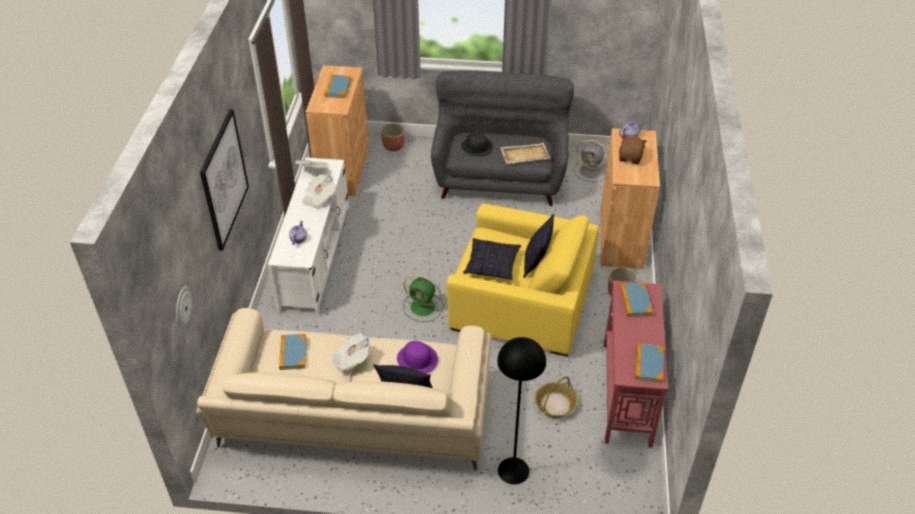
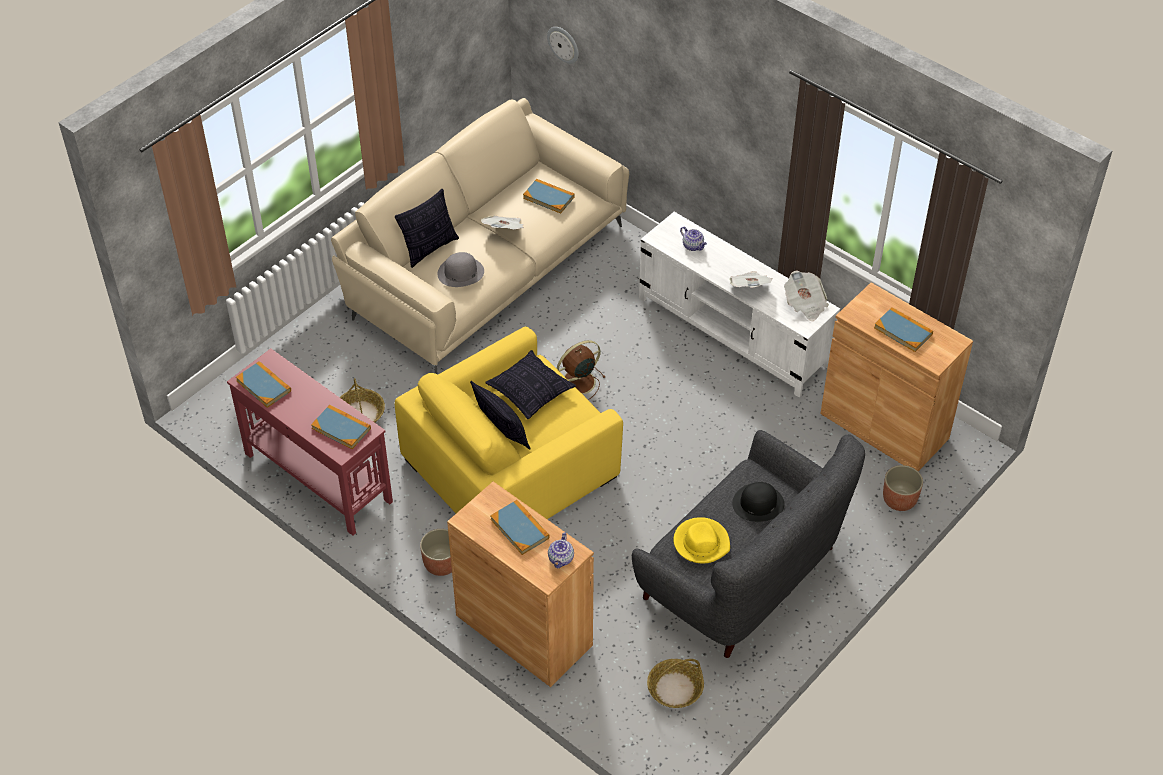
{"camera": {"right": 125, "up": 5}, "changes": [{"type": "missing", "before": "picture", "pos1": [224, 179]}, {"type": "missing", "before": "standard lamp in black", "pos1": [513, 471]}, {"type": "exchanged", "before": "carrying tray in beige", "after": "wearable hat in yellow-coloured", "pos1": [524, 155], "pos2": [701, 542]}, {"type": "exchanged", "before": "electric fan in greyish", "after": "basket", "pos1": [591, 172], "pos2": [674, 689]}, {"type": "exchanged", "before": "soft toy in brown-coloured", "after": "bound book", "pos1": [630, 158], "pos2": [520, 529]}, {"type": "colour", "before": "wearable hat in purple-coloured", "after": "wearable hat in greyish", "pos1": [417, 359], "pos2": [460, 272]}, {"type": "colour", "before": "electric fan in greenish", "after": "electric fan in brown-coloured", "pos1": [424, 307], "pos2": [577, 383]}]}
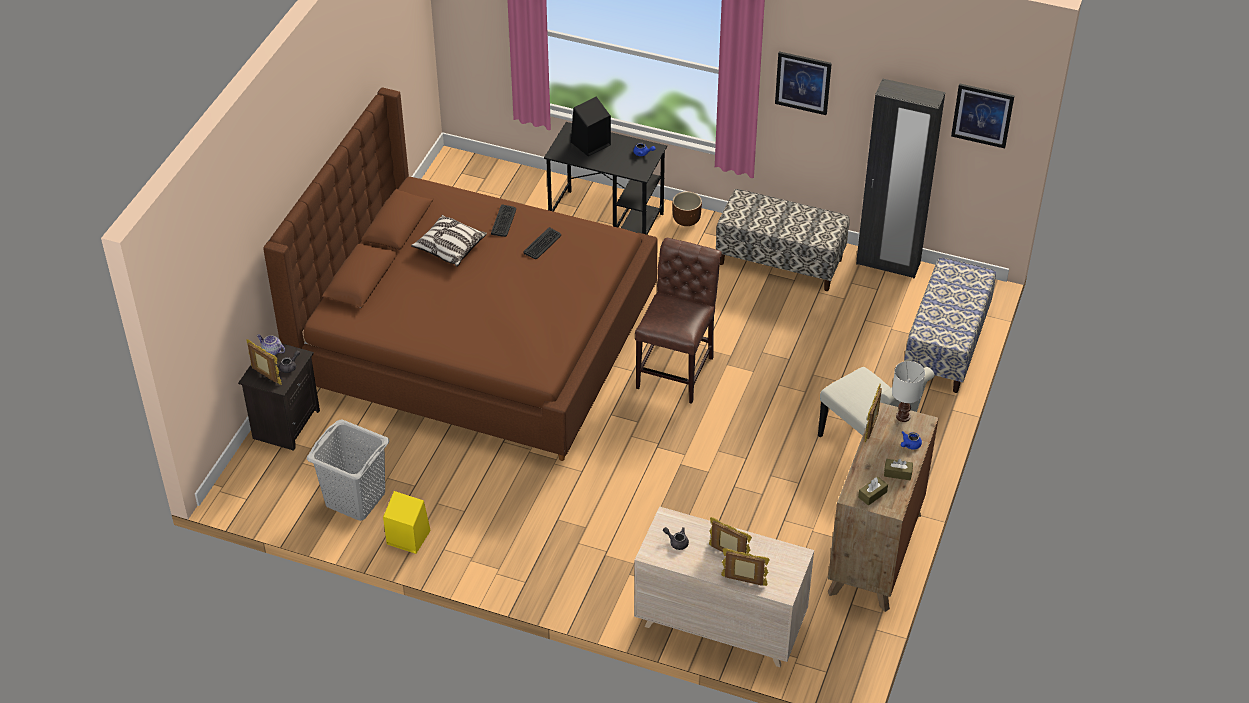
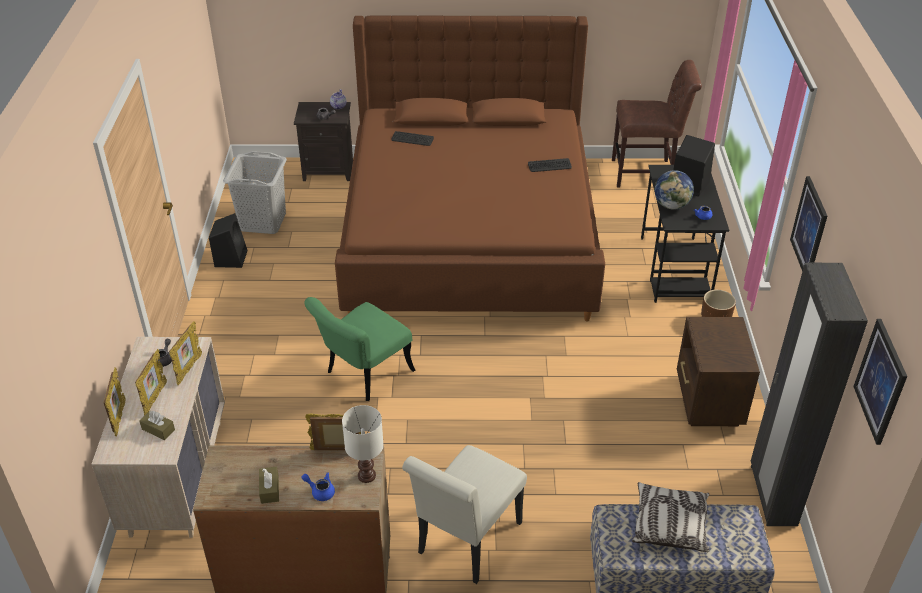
{"camera": {"right": 70, "up": -5}, "changes": [{"type": "appeared", "after": "upright chair in greenish", "pos2": [363, 375]}, {"type": "appeared", "after": "globe", "pos2": [671, 205]}, {"type": "relocated", "before": "picture frame", "pos1": [266, 376], "pos2": [189, 369]}, {"type": "relocated", "before": "pillow", "pos1": [449, 248], "pos2": [669, 525]}, {"type": "relocated", "before": "keyboard", "pos1": [542, 244], "pos2": [412, 139]}, {"type": "relocated", "before": "upright chair in brown-coloured", "pos1": [677, 369], "pos2": [647, 173]}, {"type": "relocated", "before": "tissue box in brown-coloured", "pos1": [872, 494], "pos2": [158, 429]}, {"type": "exchanged", "before": "bench", "after": "bedside table in brown-coloured", "pos1": [780, 261], "pos2": [708, 403]}, {"type": "colour", "before": "loudspeaker in yellow-coloured", "after": "loudspeaker in black", "pos1": [407, 537], "pos2": [231, 258]}]}
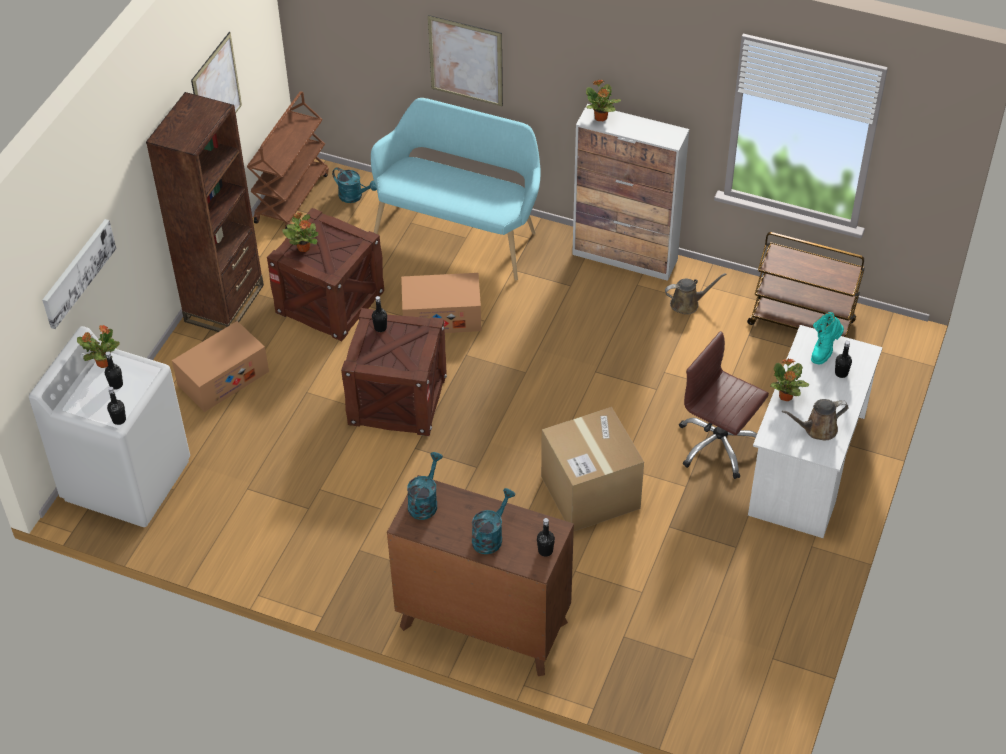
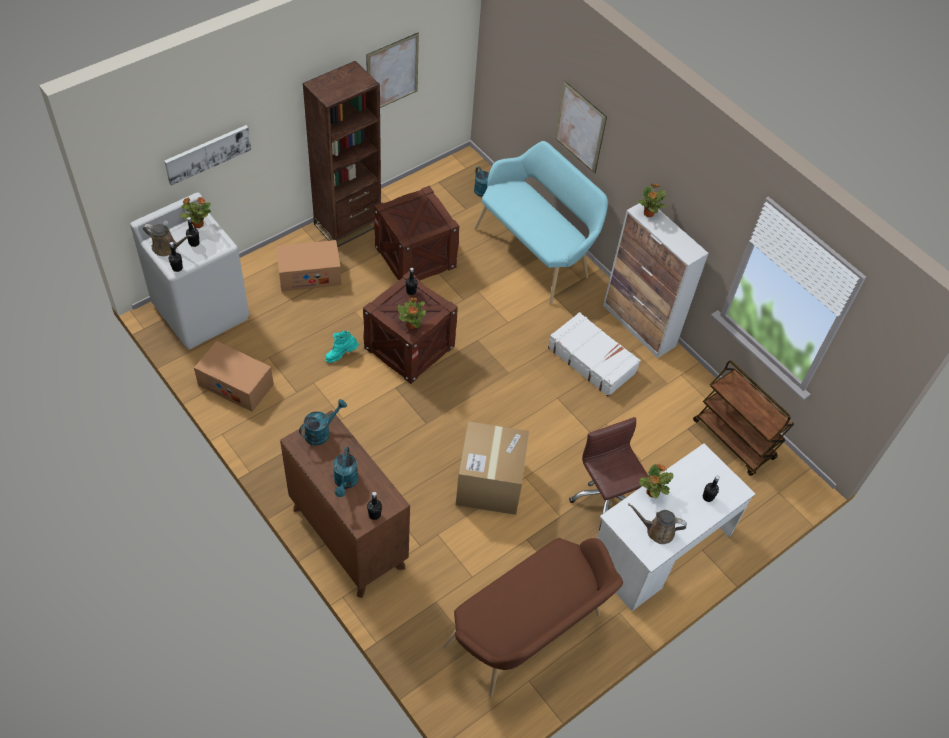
{"camera": {"right": 25, "up": 5}, "changes": [{"type": "missing", "before": "trolley in brown-coloured", "pos1": [291, 197]}, {"type": "appeared", "after": "bench in brown-coloured", "pos2": [529, 635]}, {"type": "appeared", "after": "travel case in whitish", "pos2": [592, 359]}, {"type": "relocated", "before": "plant in a pot", "pos1": [303, 247], "pos2": [411, 324]}, {"type": "relocated", "before": "packing box", "pos1": [442, 316], "pos2": [236, 384]}, {"type": "relocated", "before": "sprinkling can in brown-coloured", "pos1": [687, 303], "pos2": [167, 247]}, {"type": "relocated", "before": "high-top boot in blue-green", "pos1": [824, 349], "pos2": [341, 355]}, {"type": "spun", "before": "sprinkling can in blue-green", "pos1": [490, 536], "pos2": [345, 482], "turn": 120}]}
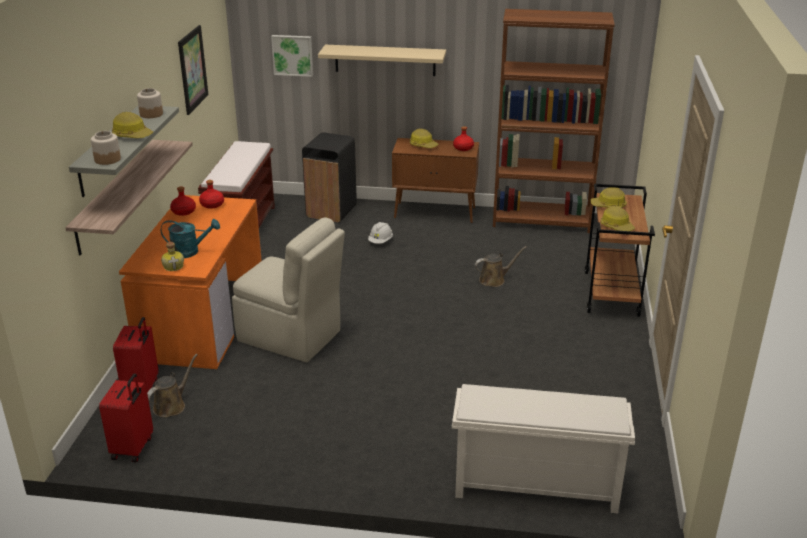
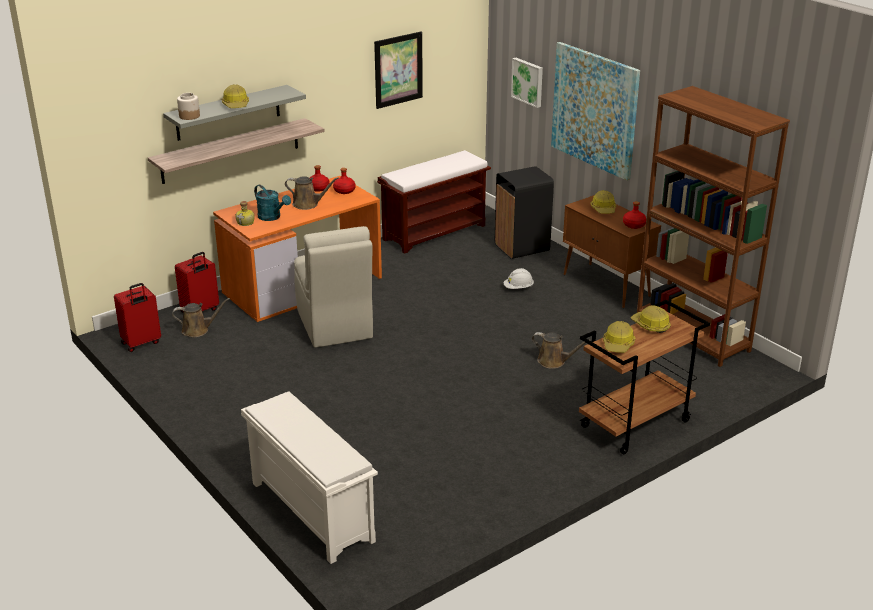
{"camera": {"right": 45, "up": 0}, "changes": [{"type": "missing", "before": "jar", "pos1": [151, 114]}, {"type": "appeared", "after": "sprinkling can in brown-coloured", "pos2": [308, 204]}, {"type": "exchanged", "before": "wall shelf in beige", "after": "picture", "pos1": [385, 60], "pos2": [594, 110]}]}
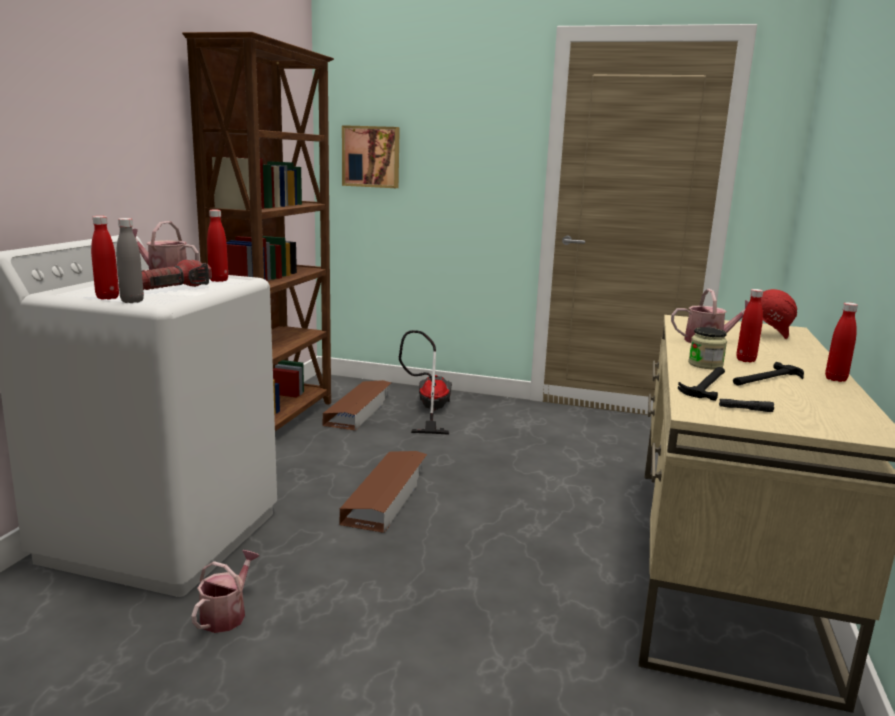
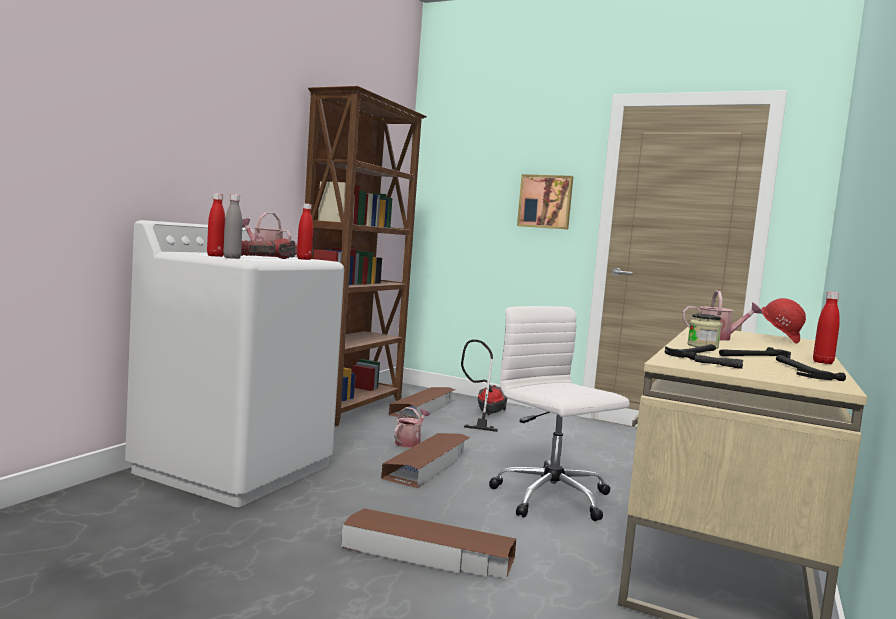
{"camera": {"right": 10, "up": -10}, "changes": [{"type": "missing", "before": "bottle in reddish", "pos1": [745, 360]}, {"type": "appeared", "after": "storage box in brown-coloured", "pos2": [428, 554]}, {"type": "appeared", "after": "office chair in whitish", "pos2": [553, 499]}, {"type": "appeared", "after": "hammer", "pos2": [800, 370]}, {"type": "relocated", "before": "sprinkling can", "pos1": [227, 614], "pos2": [409, 442]}, {"type": "relocated", "before": "picture", "pos1": [371, 156], "pos2": [545, 201]}]}
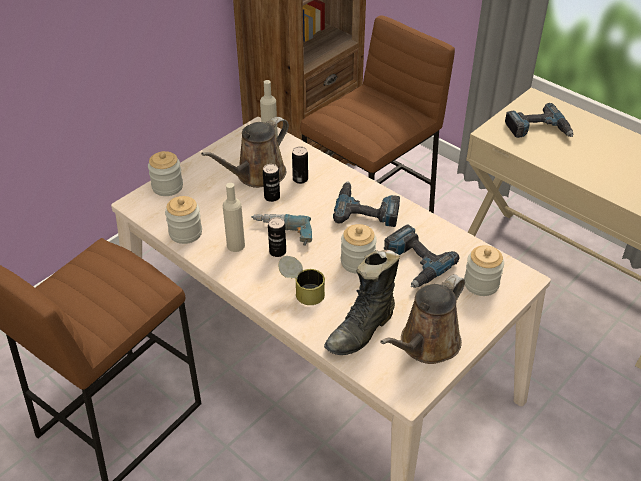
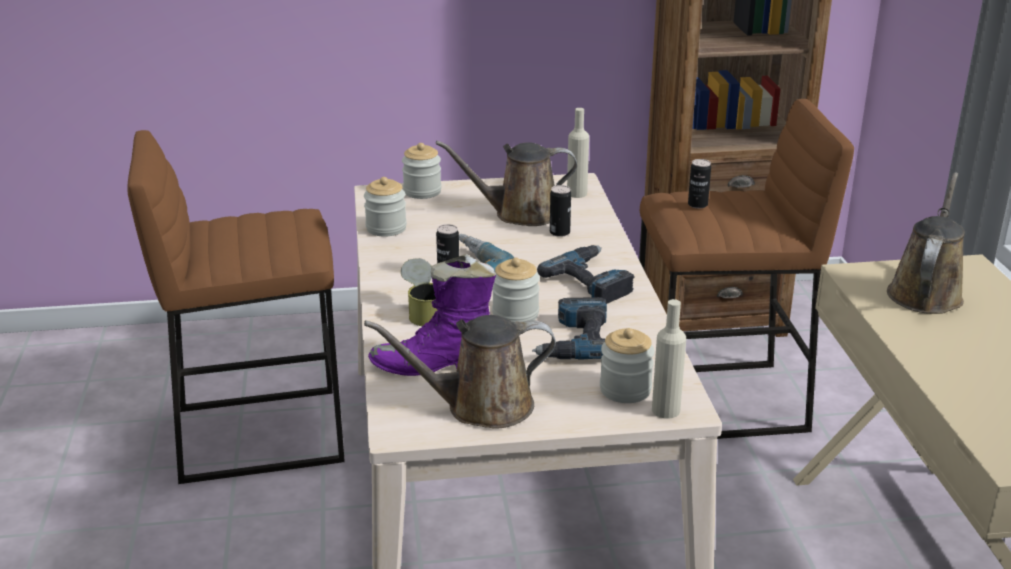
{"camera": {"right": 40, "up": -15}, "changes": [{"type": "relocated", "before": "bottle in beige", "pos1": [236, 245], "pos2": [665, 410]}, {"type": "relocated", "before": "can", "pos1": [272, 197], "pos2": [697, 204]}, {"type": "exchanged", "before": "power drill", "after": "sprinkling can in brown-coloured", "pos1": [538, 129], "pos2": [925, 292]}, {"type": "colour", "before": "high-top boot in black", "after": "high-top boot in purple-coloured", "pos1": [362, 330], "pos2": [434, 365]}]}
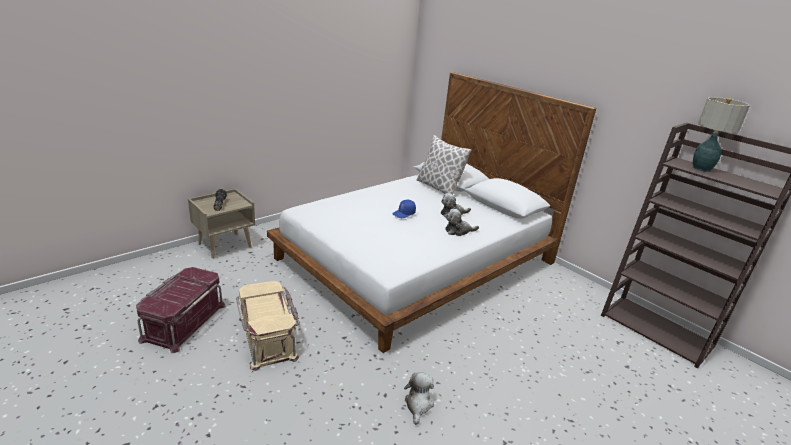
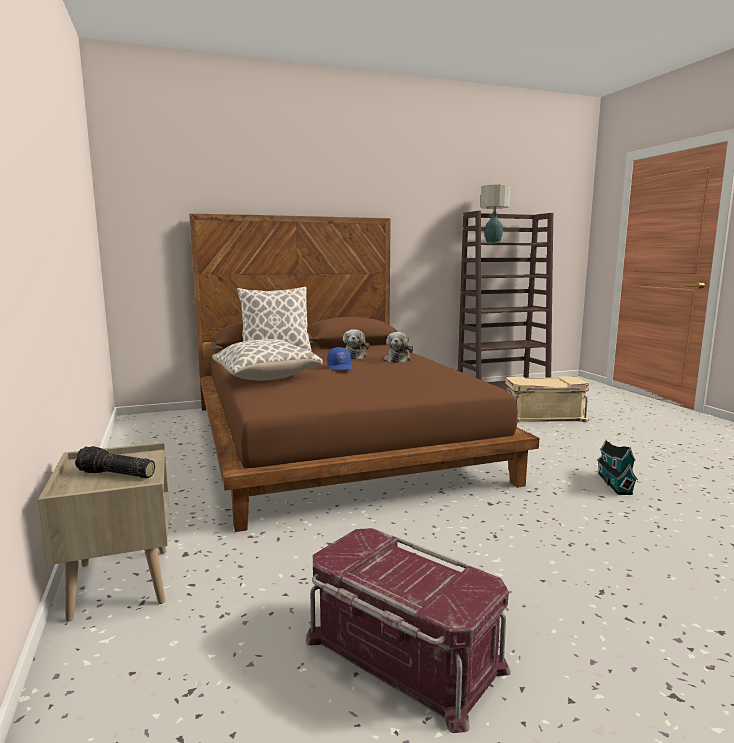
{"camera": {"right": -65, "up": -15}, "changes": [{"type": "appeared", "after": "pillow", "pos2": [266, 378]}, {"type": "relocated", "before": "storage box in beige", "pos1": [268, 337], "pos2": [543, 415]}, {"type": "exchanged", "before": "soft toy", "after": "toy house", "pos1": [418, 404], "pos2": [613, 483]}, {"type": "colour", "before": "bed in whitish", "after": "bed in brown-coloured", "pos1": [417, 260], "pos2": [335, 439]}]}
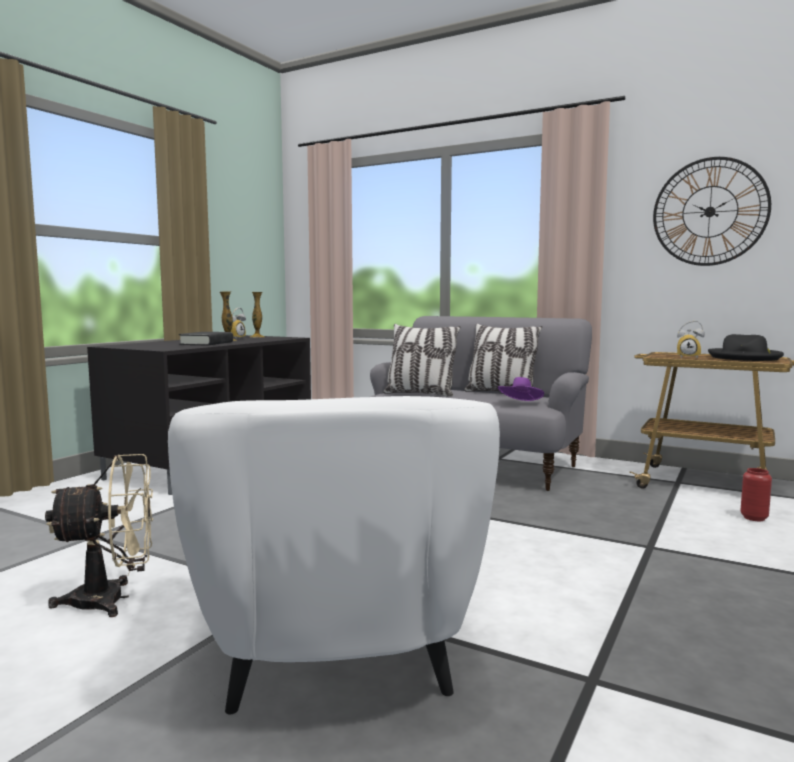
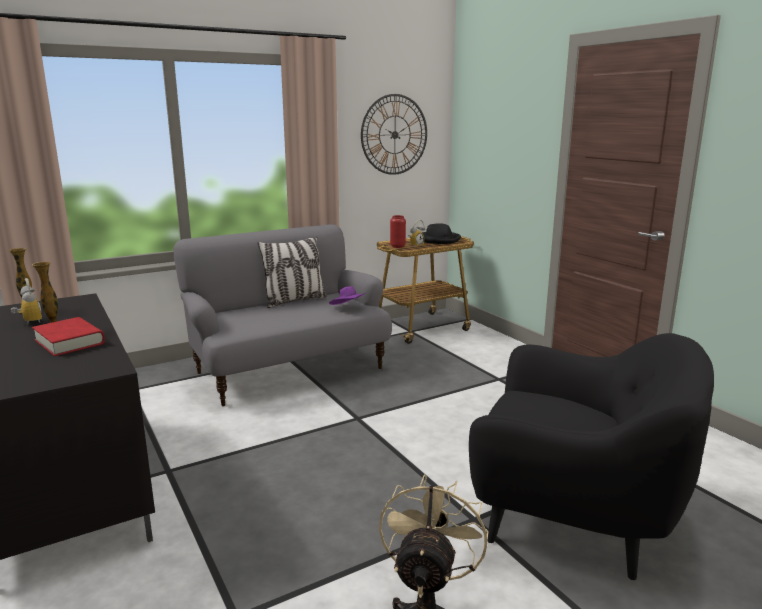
{"camera": {"right": -60, "up": 10}, "changes": [{"type": "missing", "before": "pillow", "pos1": [420, 394]}, {"type": "relocated", "before": "vase in reddish", "pos1": [754, 518], "pos2": [397, 246]}, {"type": "colour", "before": "easy chair in whitish", "after": "easy chair in black", "pos1": [337, 650], "pos2": [573, 519]}, {"type": "colour", "before": "bound book in black", "after": "bound book in reddish", "pos1": [207, 343], "pos2": [69, 342]}]}
